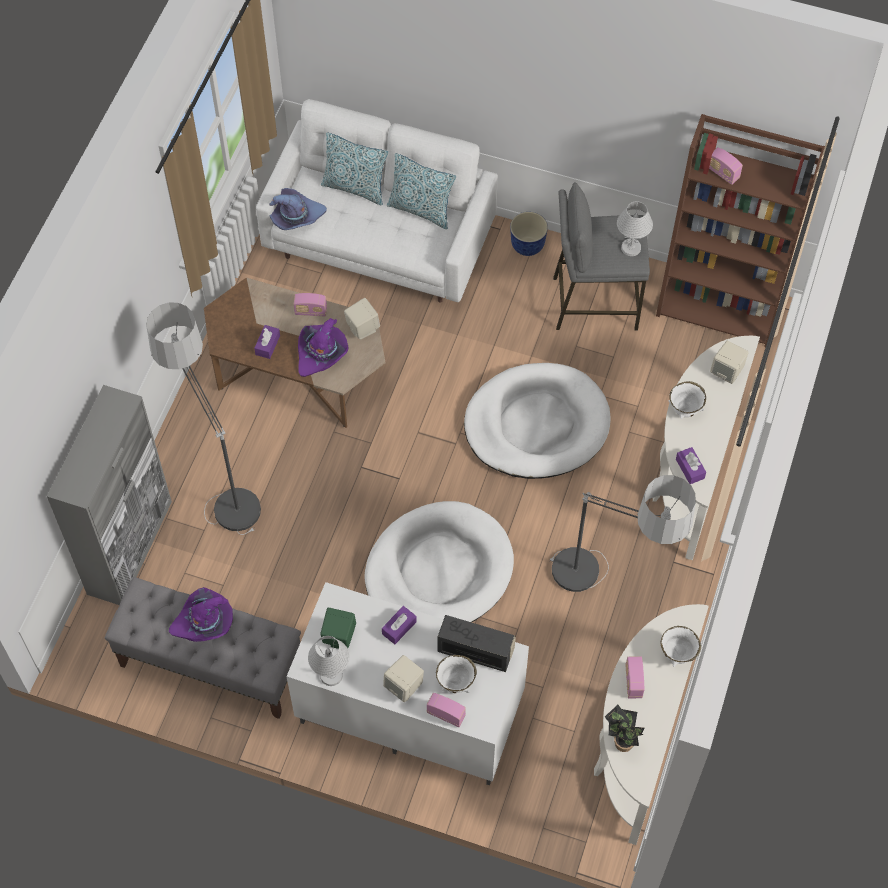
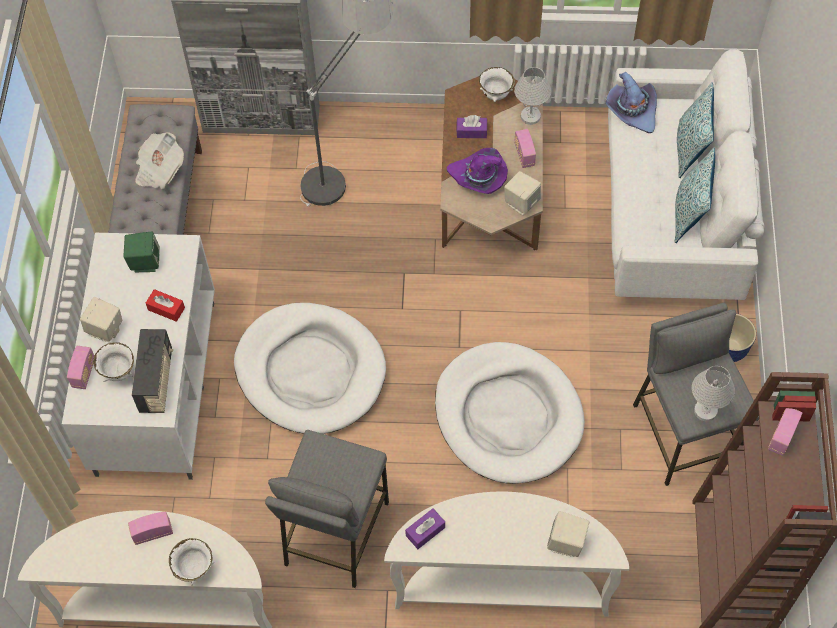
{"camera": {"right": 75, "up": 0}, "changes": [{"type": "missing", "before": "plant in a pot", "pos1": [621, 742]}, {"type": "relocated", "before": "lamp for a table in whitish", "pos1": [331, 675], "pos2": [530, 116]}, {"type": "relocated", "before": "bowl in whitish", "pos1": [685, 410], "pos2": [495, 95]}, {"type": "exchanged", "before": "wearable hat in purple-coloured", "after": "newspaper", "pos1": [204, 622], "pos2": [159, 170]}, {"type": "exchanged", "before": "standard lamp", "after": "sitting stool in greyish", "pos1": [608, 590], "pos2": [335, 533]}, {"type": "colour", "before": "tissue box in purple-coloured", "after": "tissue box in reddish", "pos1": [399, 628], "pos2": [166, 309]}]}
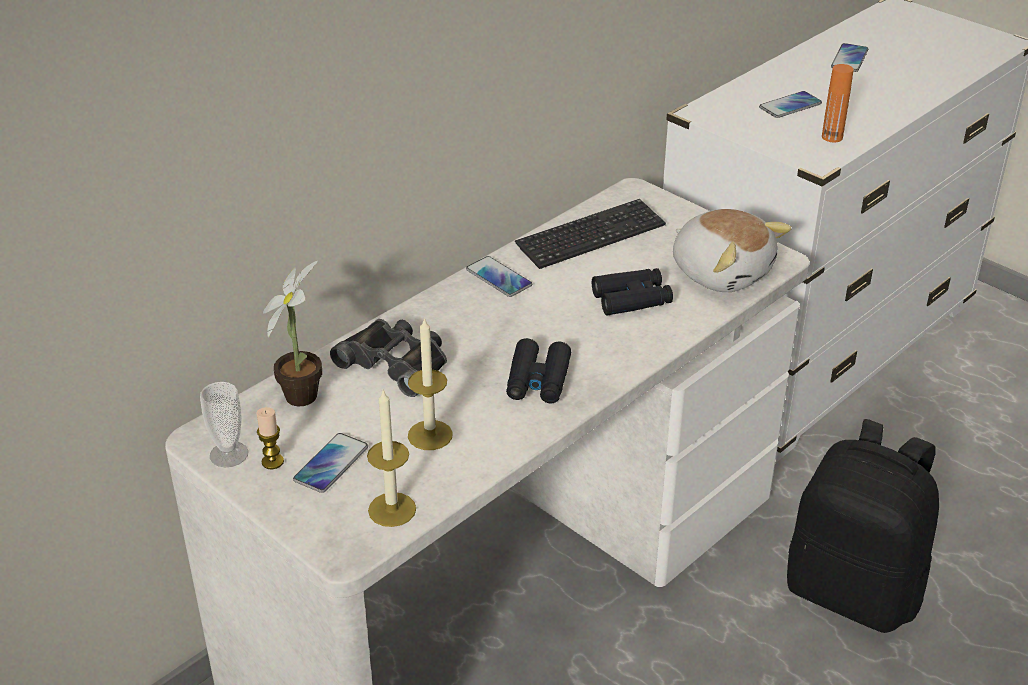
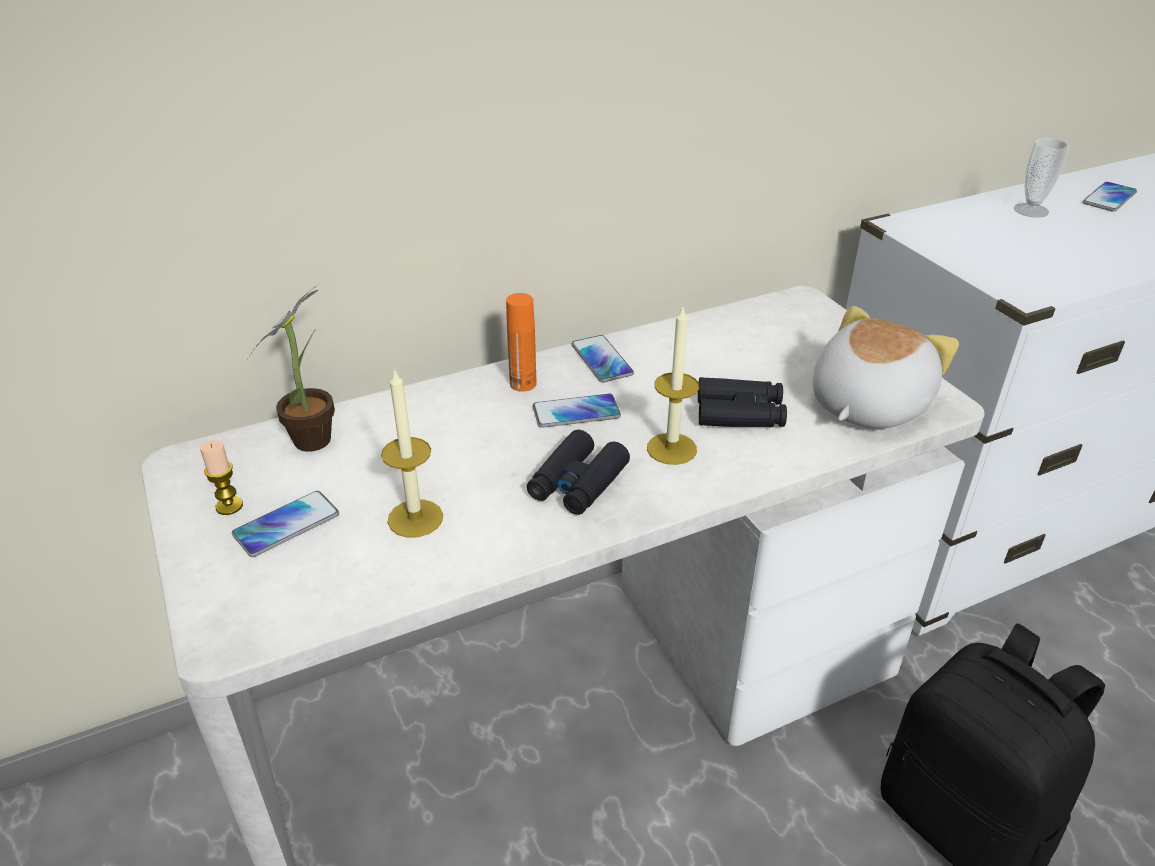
{"camera": {"right": 20, "up": 0}, "changes": [{"type": "missing", "before": "pair of binoculars in black", "pos1": [396, 362]}, {"type": "missing", "before": "keyboard", "pos1": [591, 236]}, {"type": "relocated", "before": "drinking cup", "pos1": [229, 454], "pos2": [1031, 210]}, {"type": "relocated", "before": "wax candle", "pos1": [392, 509], "pos2": [671, 448]}, {"type": "relocated", "before": "telephone", "pos1": [790, 106], "pos2": [576, 412]}, {"type": "relocated", "before": "bottle in orange-coloured", "pos1": [832, 137], "pos2": [523, 384]}, {"type": "spun", "before": "soft toy", "pos1": [722, 272], "pos2": [865, 404], "turn": -120}]}
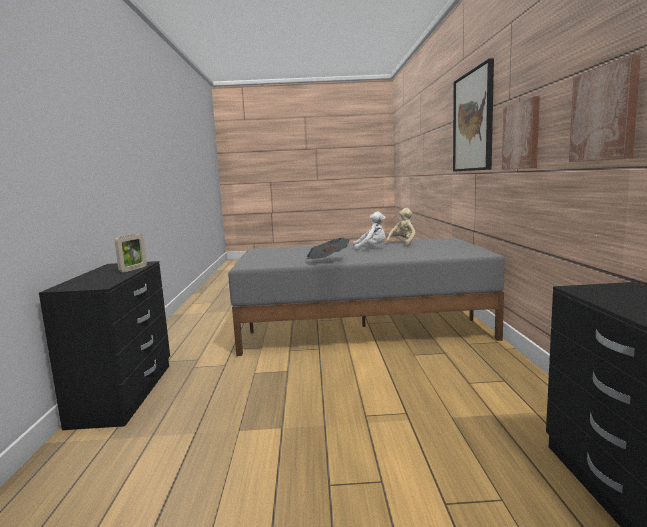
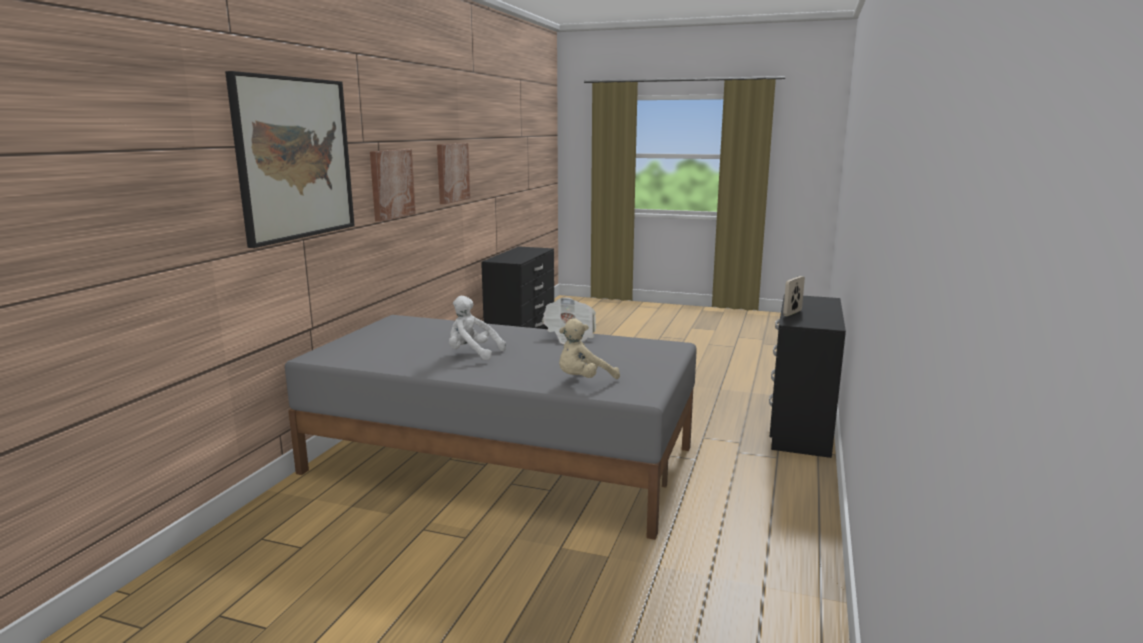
{"camera": {"right": -160, "up": 5}, "changes": [{"type": "relocated", "before": "soft toy in beige", "pos1": [403, 243], "pos2": [583, 380]}]}
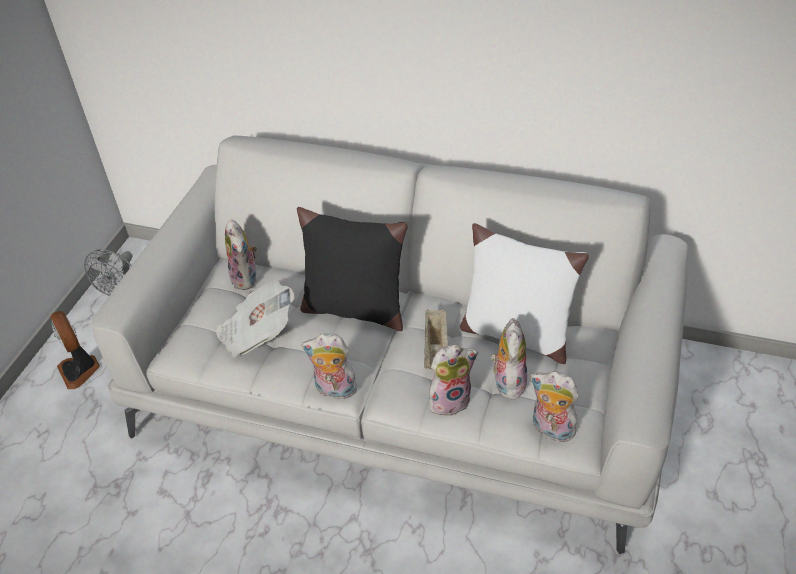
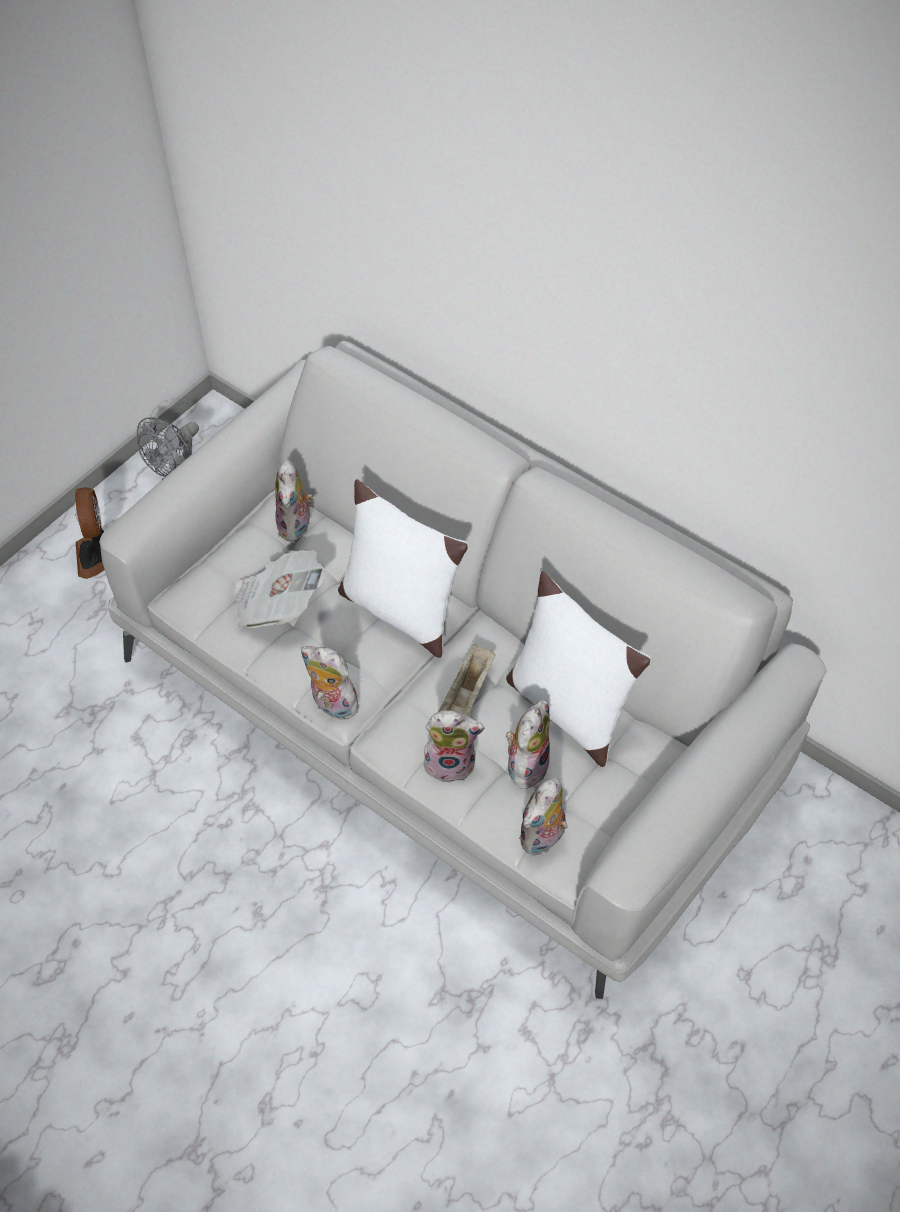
{"camera": {"right": 20, "up": 10}, "changes": [{"type": "colour", "before": "pillow in black", "after": "pillow in whitish", "pos1": [354, 309], "pos2": [400, 609]}, {"type": "spun", "before": "soft toy", "pos1": [550, 429], "pos2": [543, 839], "turn": -105}]}
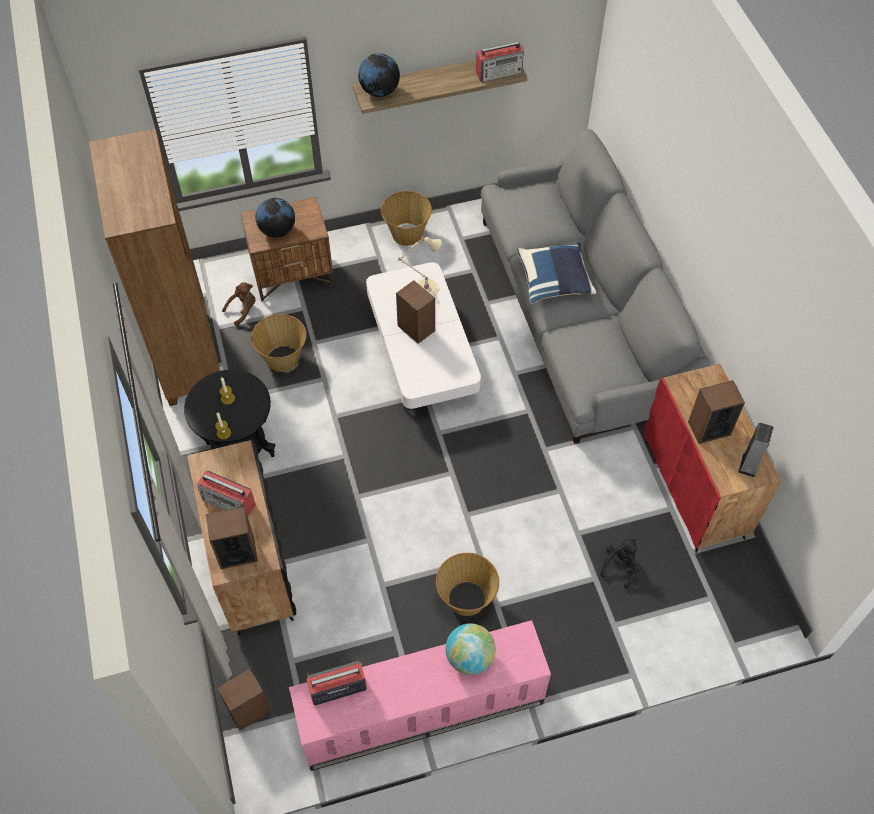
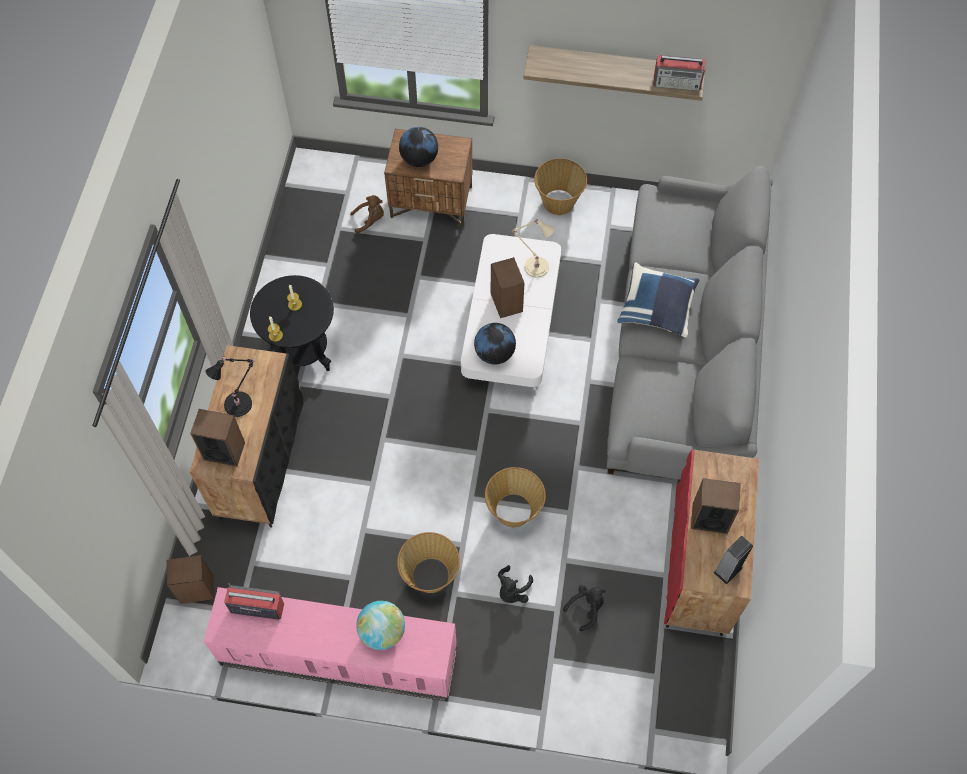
{"camera": {"right": 25, "up": 5}, "changes": [{"type": "missing", "before": "bookcase in brown-coloured", "pos1": [188, 355]}, {"type": "appeared", "after": "soft toy in black", "pos2": [512, 591]}, {"type": "relocated", "before": "basket", "pos1": [283, 358], "pos2": [514, 511]}, {"type": "relocated", "before": "globe", "pos1": [379, 91], "pos2": [494, 353]}, {"type": "exchanged", "before": "radio", "after": "lamp for a table in black", "pos1": [229, 502], "pos2": [240, 403]}]}
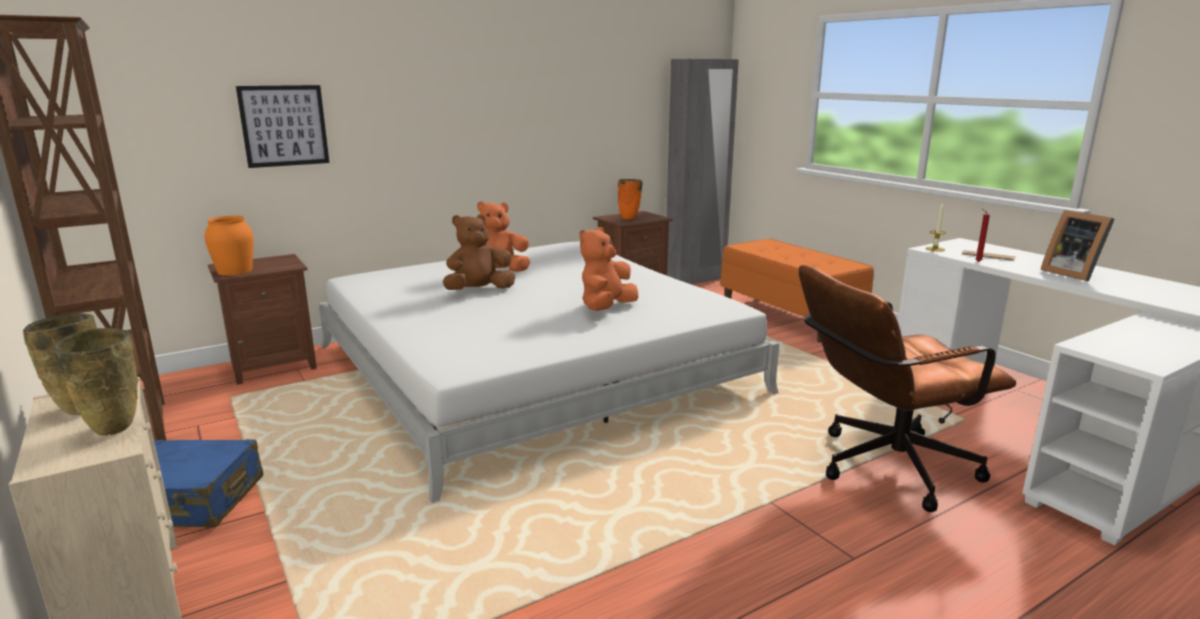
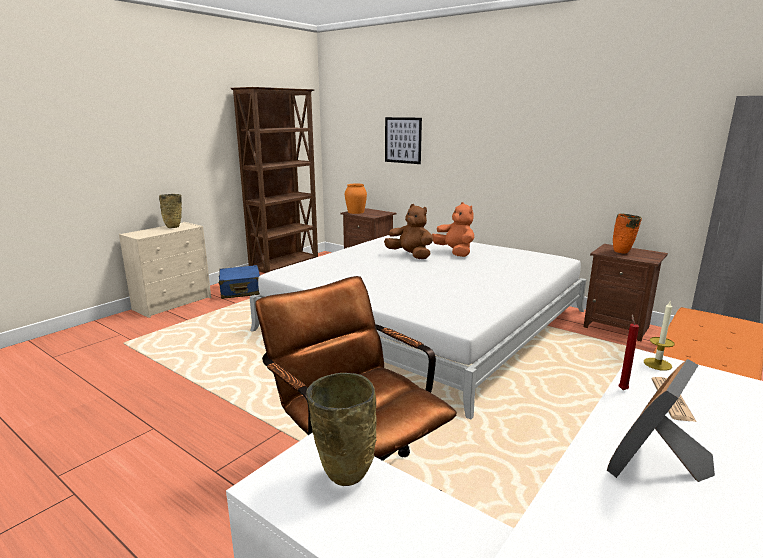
{"camera": {"right": 70, "up": 0}, "changes": [{"type": "missing", "before": "soft toy in orange-coloured", "pos1": [606, 308]}, {"type": "relocated", "before": "vase in beige", "pos1": [113, 431], "pos2": [343, 479]}]}
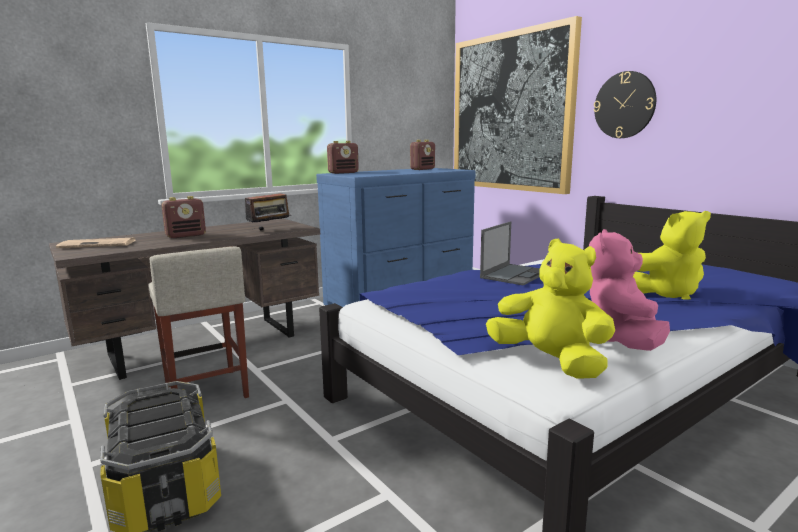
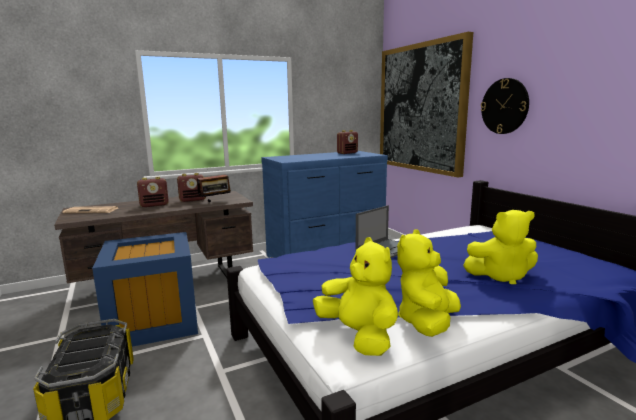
{"camera": {"right": 10, "up": 0}, "changes": [{"type": "relocated", "before": "radio", "pos1": [343, 173], "pos2": [193, 200]}, {"type": "exchanged", "before": "sitting stool in beige", "after": "storage box in blue-coloured", "pos1": [206, 392], "pos2": [153, 323]}, {"type": "colour", "before": "soft toy in pink-coloured", "after": "soft toy in yellow-coloured", "pos1": [622, 342], "pos2": [427, 322]}]}
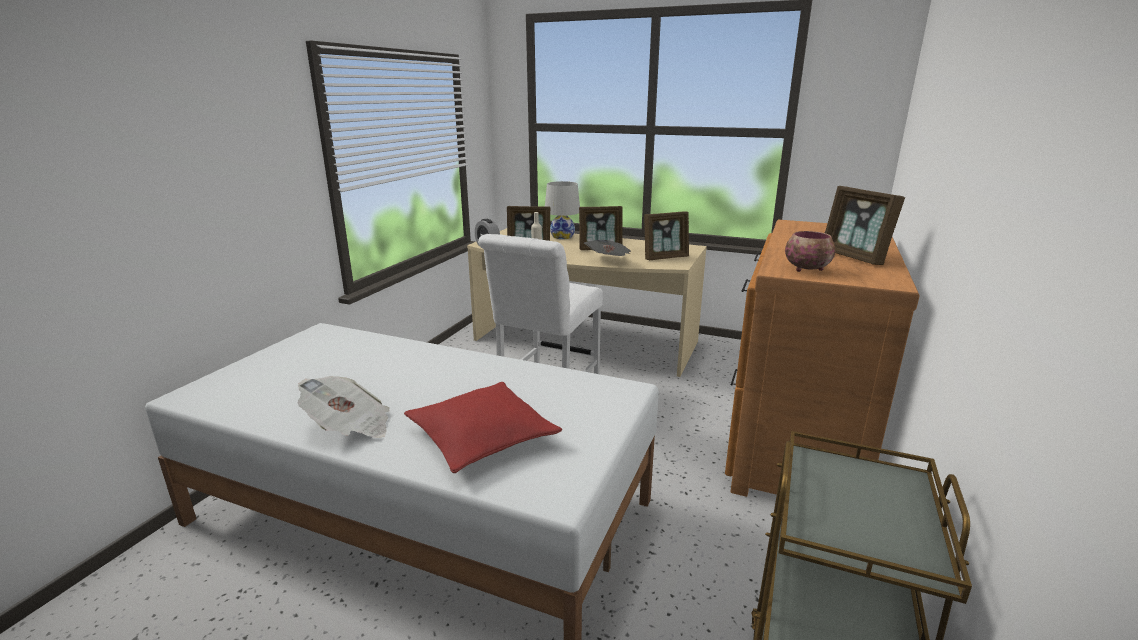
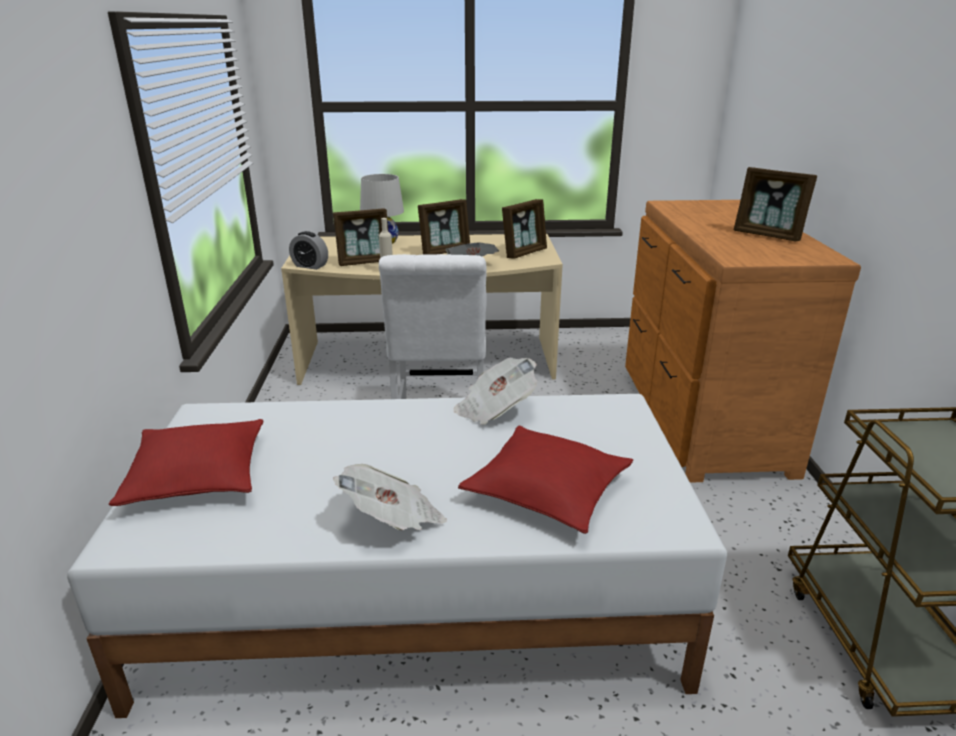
{"camera": {"right": -25, "up": 5}, "changes": [{"type": "missing", "before": "bowl", "pos1": [808, 269]}, {"type": "appeared", "after": "pillow in reddish", "pos2": [197, 475]}, {"type": "appeared", "after": "newspaper", "pos2": [495, 409]}]}
